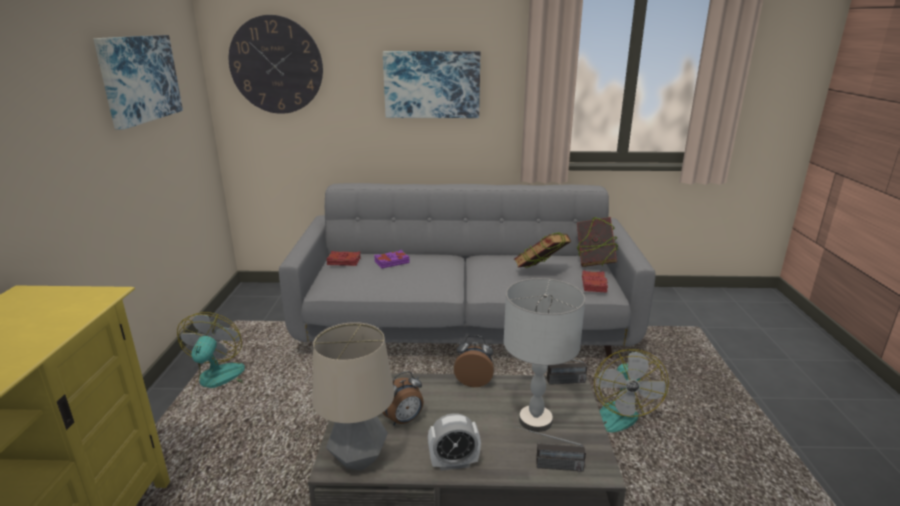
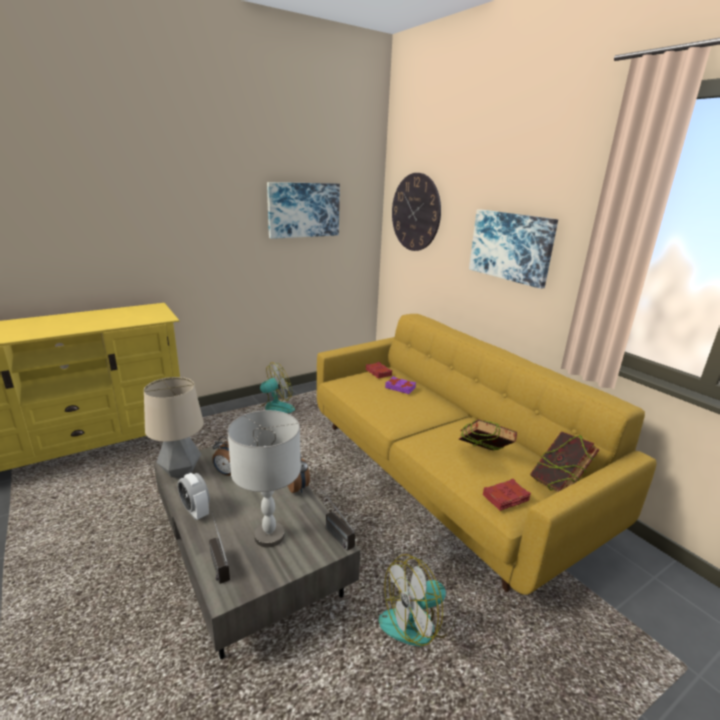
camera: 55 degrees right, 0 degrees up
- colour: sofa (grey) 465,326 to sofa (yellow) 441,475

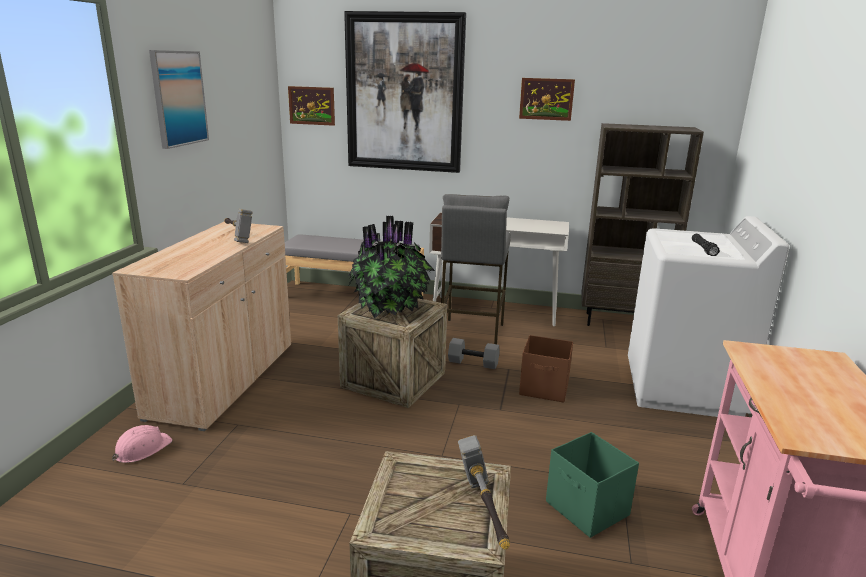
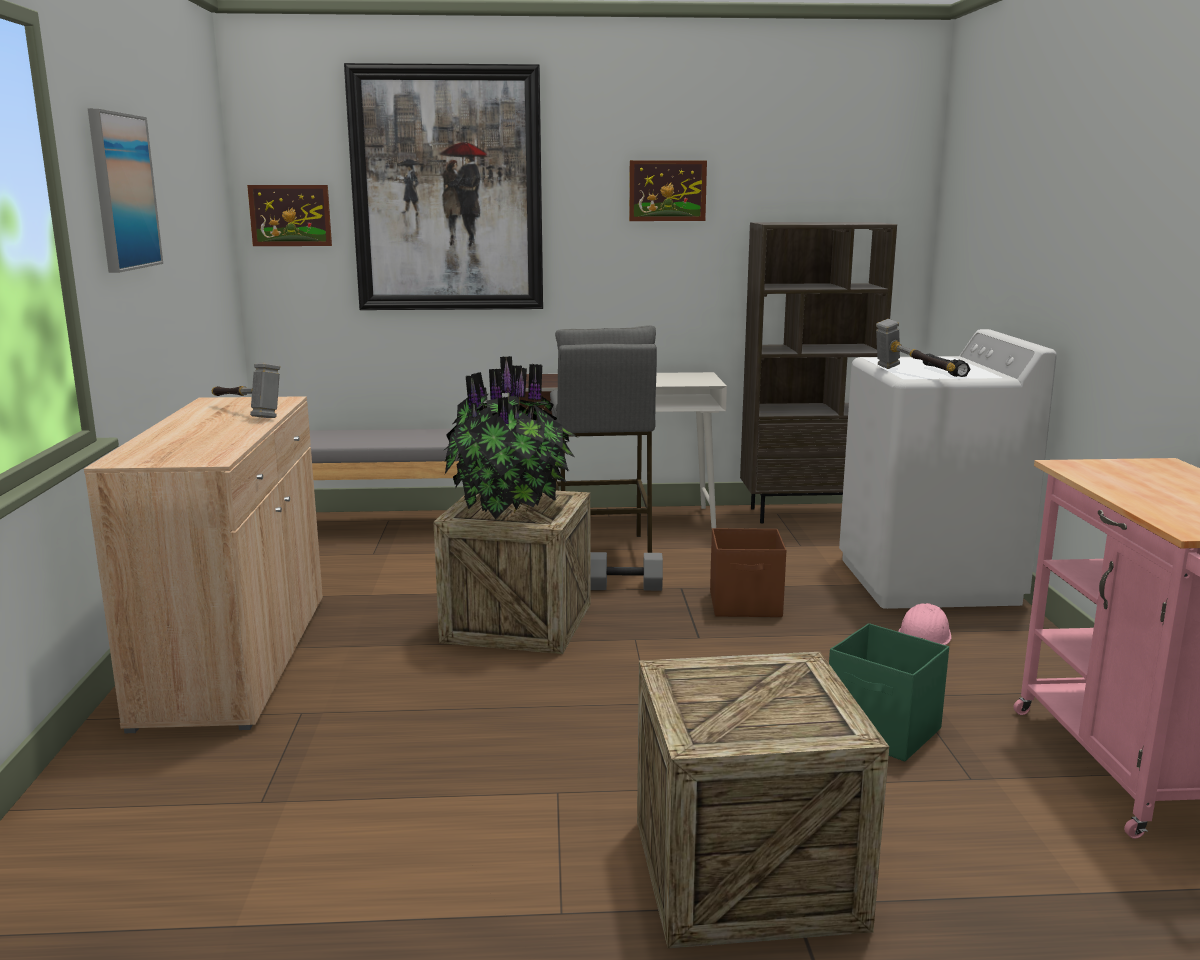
camera: 15 degrees left, 5 degrees down
- relocated: hammer 484,512 to 911,373
- relocated: hard hat (pink) 142,449 to 924,635

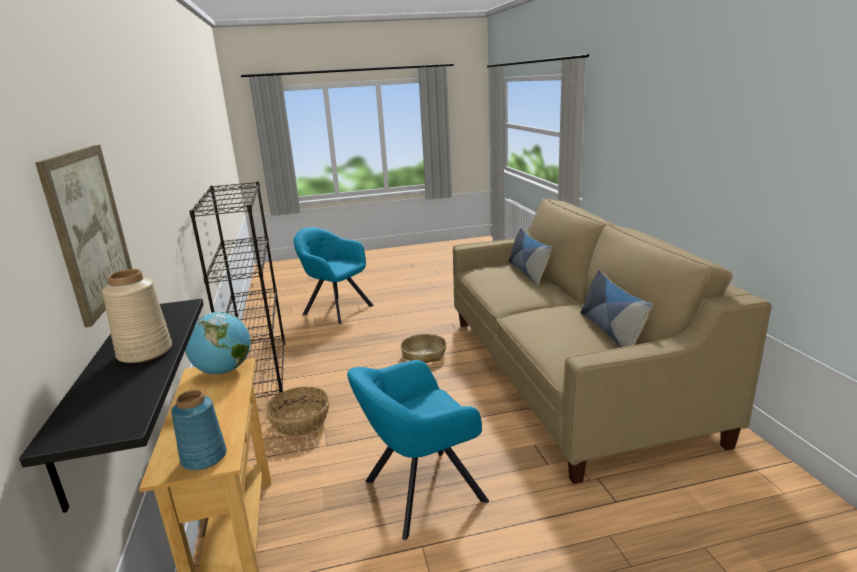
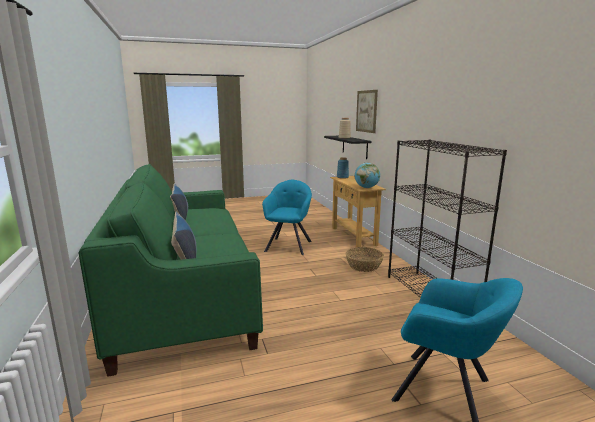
camera: 175 degrees right, 5 degrees down
- colour: sofa (beige) 566,373 to sofa (green) 184,291
- spun: armchair (turquoise) 420,492 = 289,245 45 degrees counterclockwise
- missing: basket 424,355

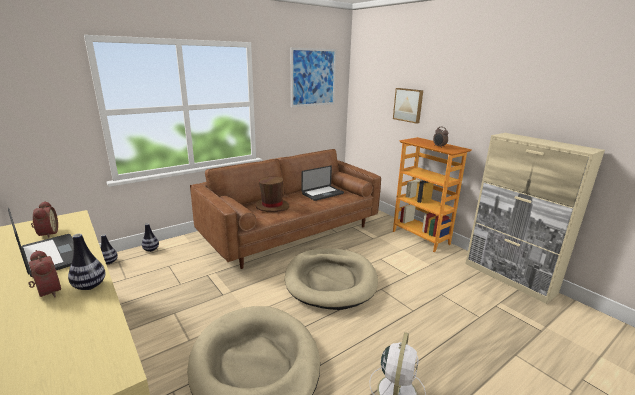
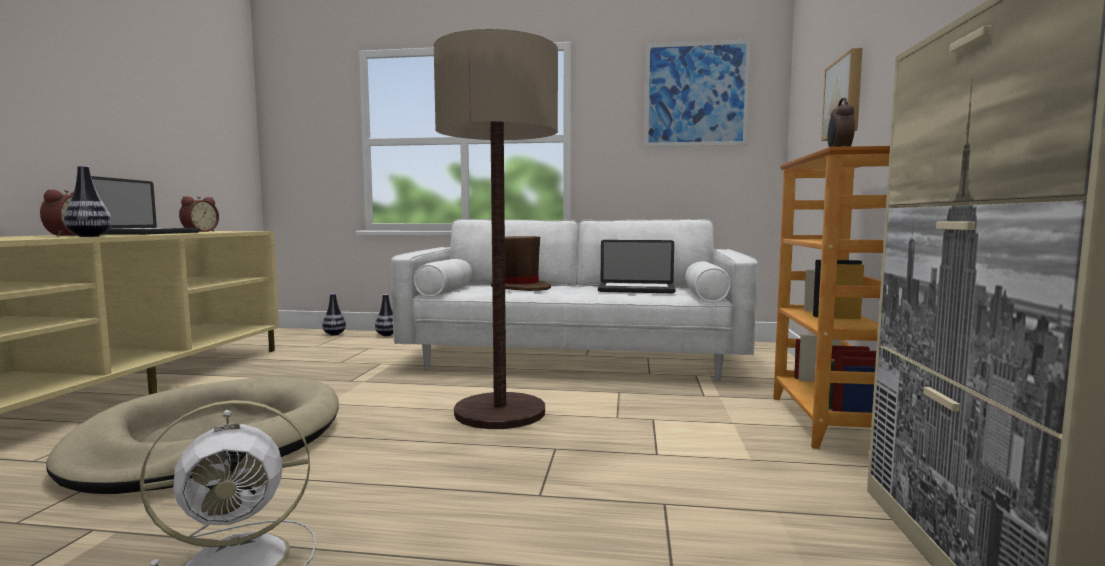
camera: 45 degrees right, 15 degrees down
- colour: sofa (brown) 290,232 to sofa (white) 574,357
- exchanged: dog bed (beige) 330,280 to floor lamp 500,412

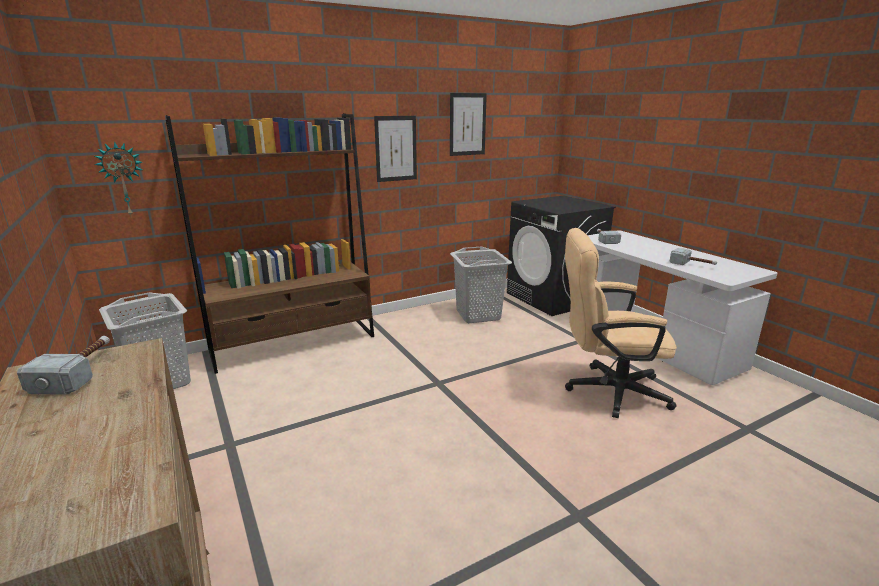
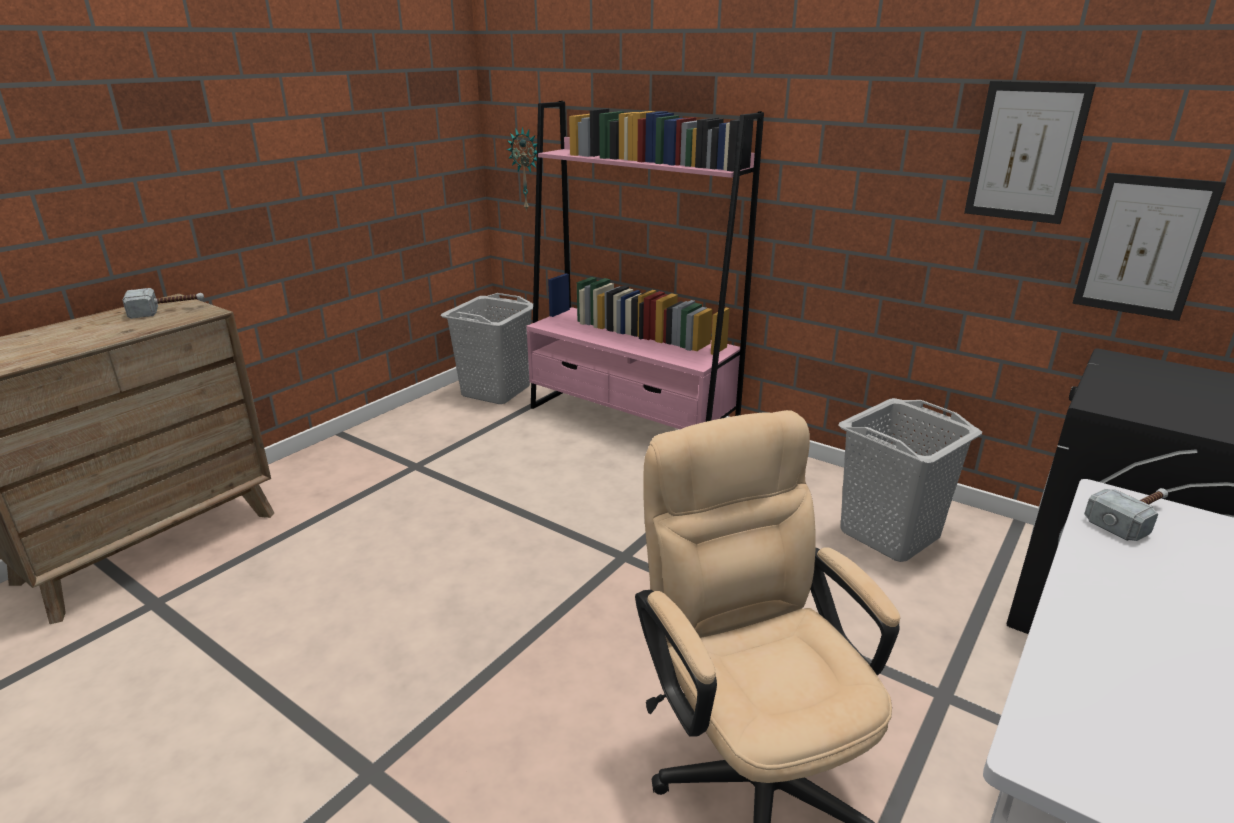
camera: 65 degrees right, 5 degrees up
- colour: bookcase (brown) 294,344 to bookcase (pink) 631,422
- relocated: picture 396,148 to 1143,246
- missing: hammer 692,265

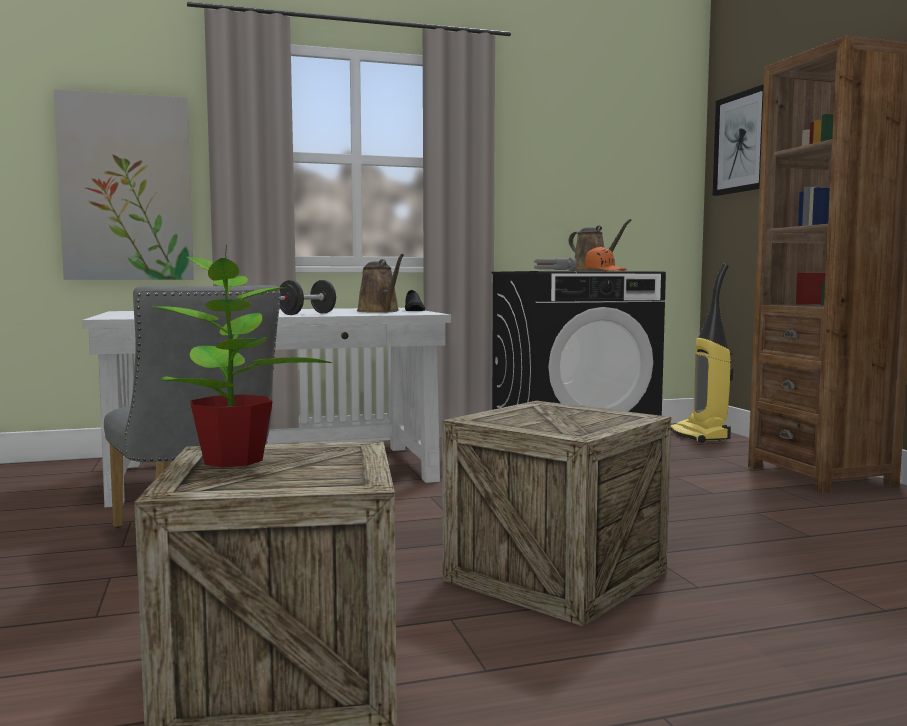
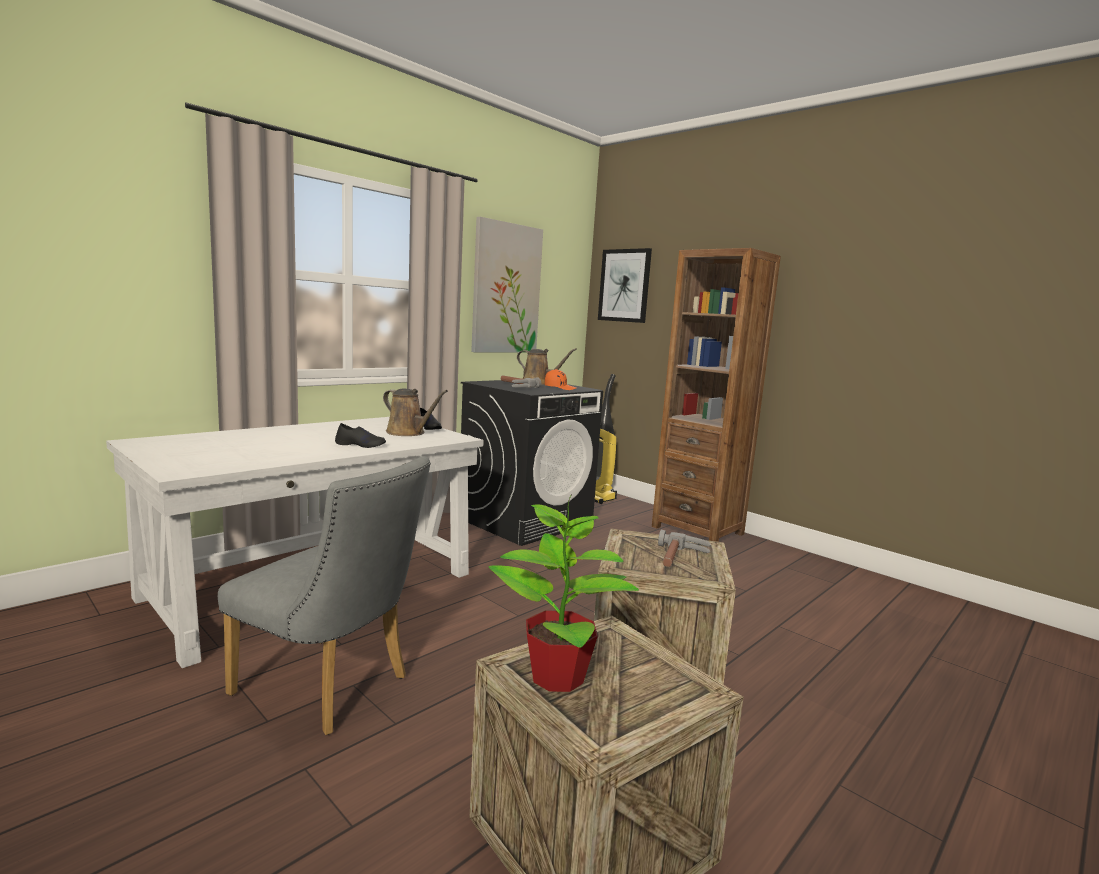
camera: 30 degrees left, 5 degrees up
- exchanged: dumbbell (black) 307,314 to shoe (black) 361,445
- relocated: picture 126,188 to 506,289
- appeared: hammer 680,559

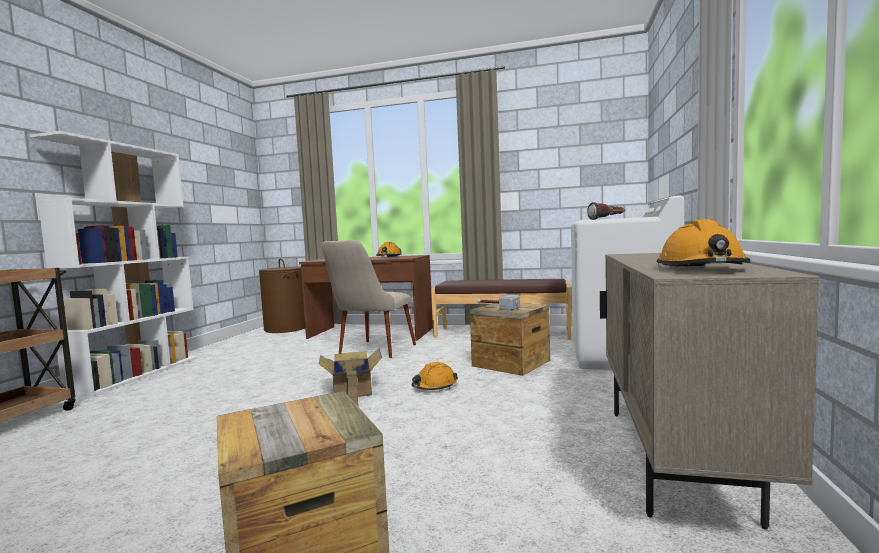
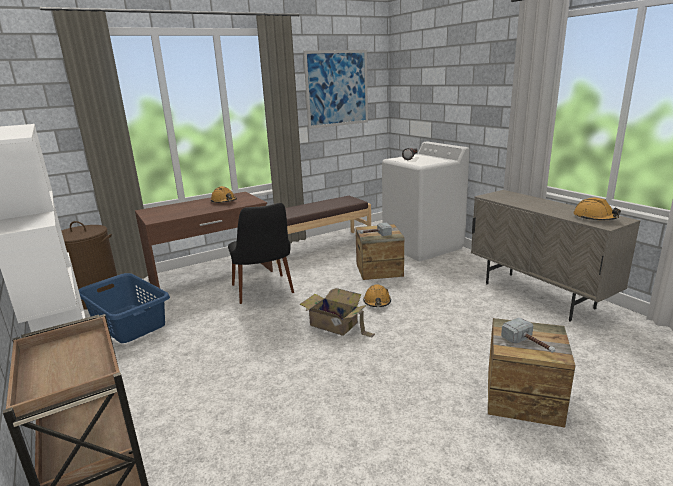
camera: 45 degrees left, 15 degrees up
- appeared: laundry basket (blue) 129,322
- colour: chair (beige) 371,352 to chair (black) 265,293
- appeared: picture 337,88
- appeared: hammer 529,344

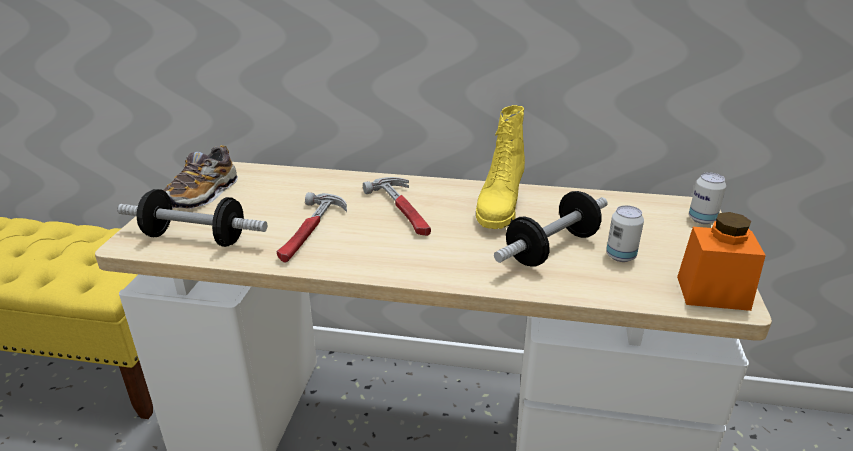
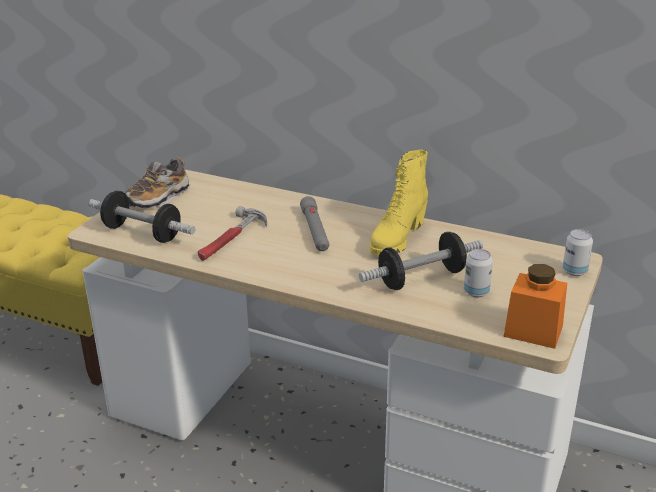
camera: 15 degrees right, 0 degrees up
- exchanged: hammer 404,210 to flashlight (grey) 315,231

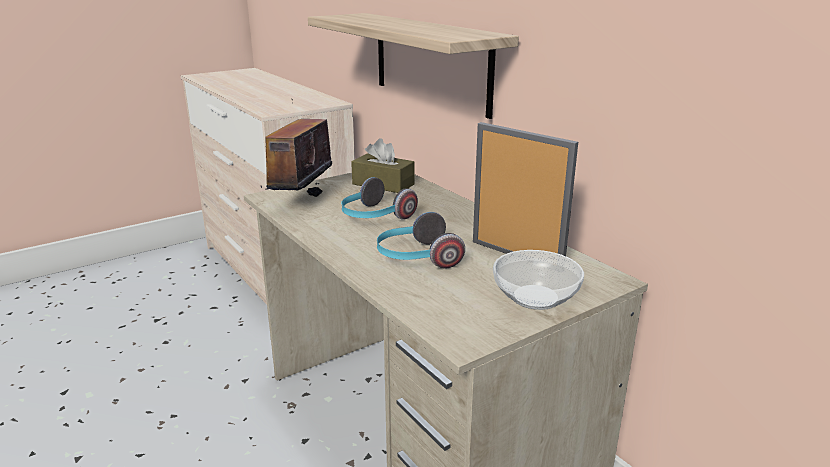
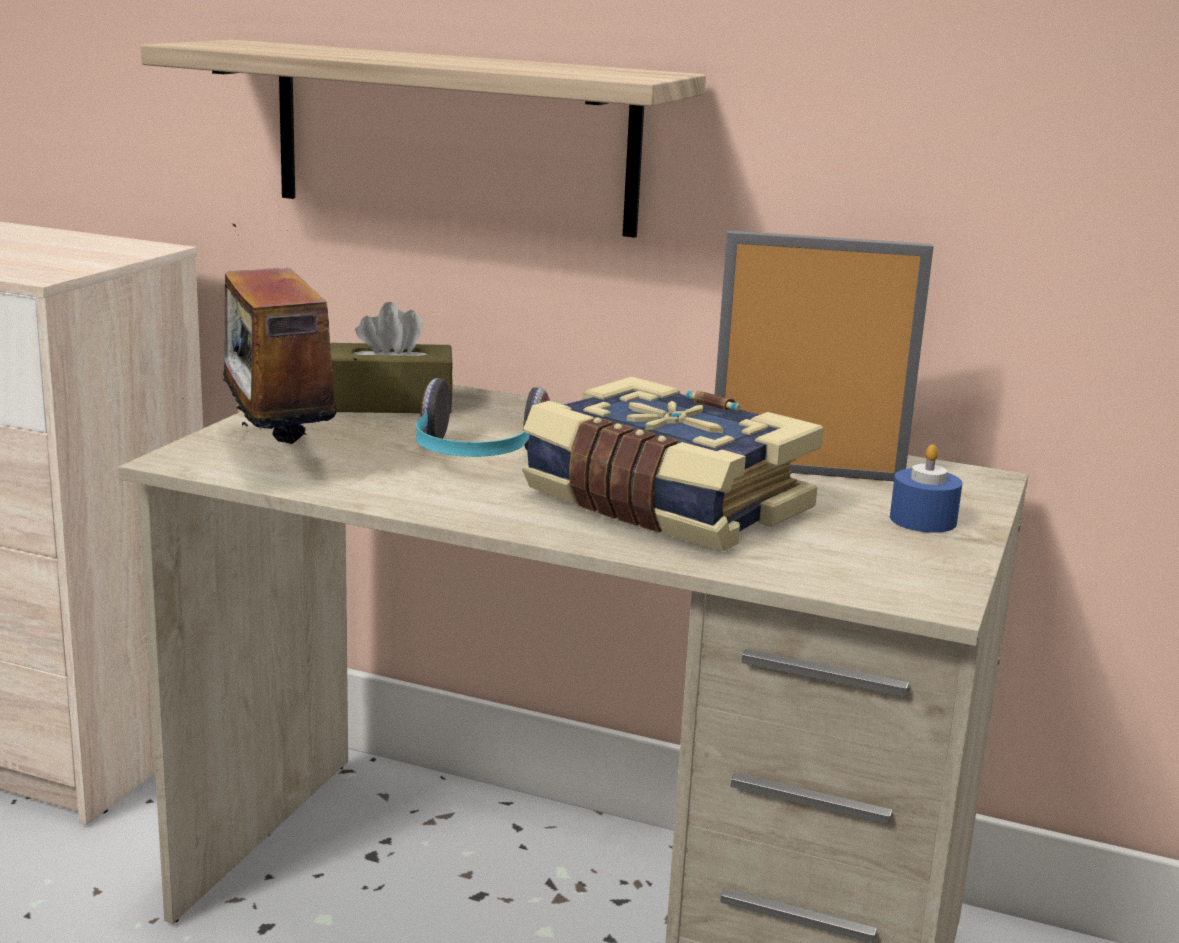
camera: 35 degrees left, 5 degrees down
- exchanged: headphones 416,258 to book 663,505
- exchanged: bowl 534,296 to candle (blue) 923,520

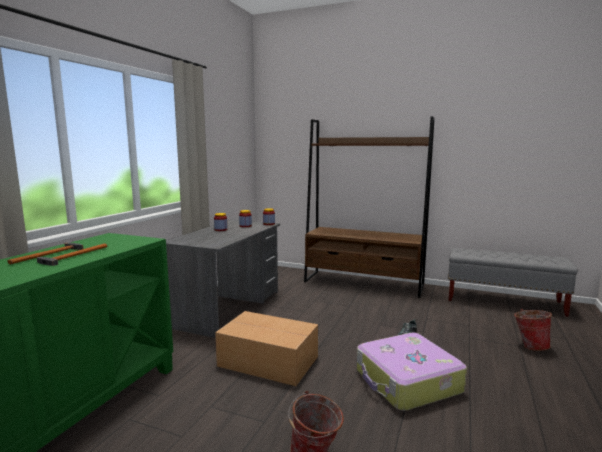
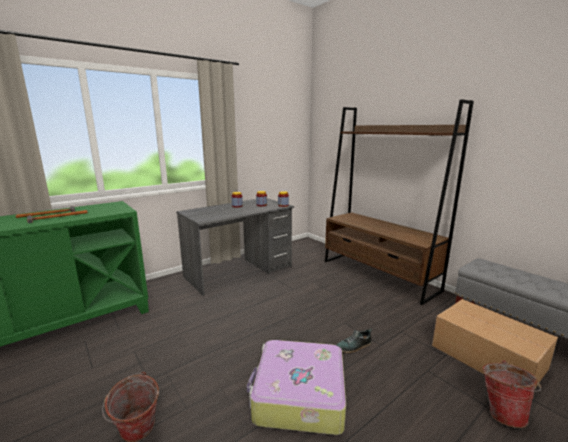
camera: 30 degrees right, 5 degrees up
- relocated: cardboard box 267,361 to 486,356

